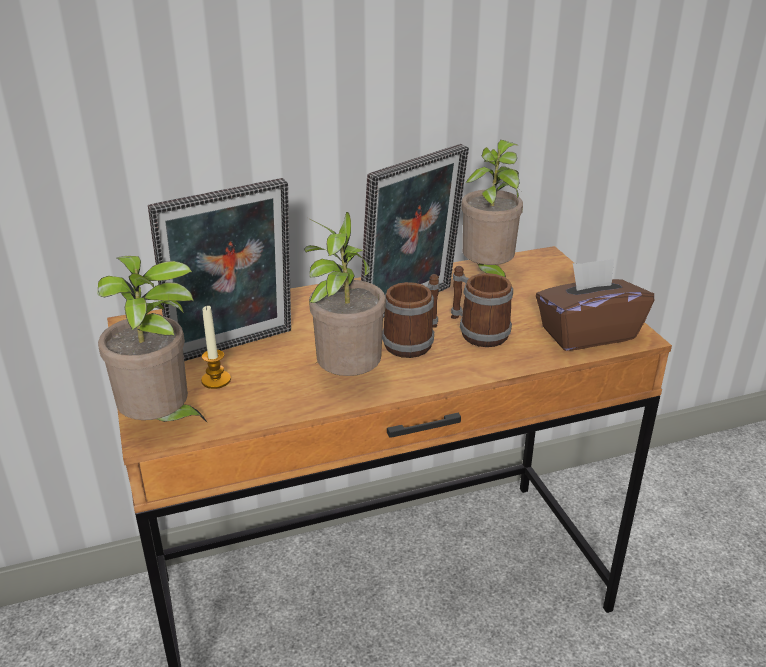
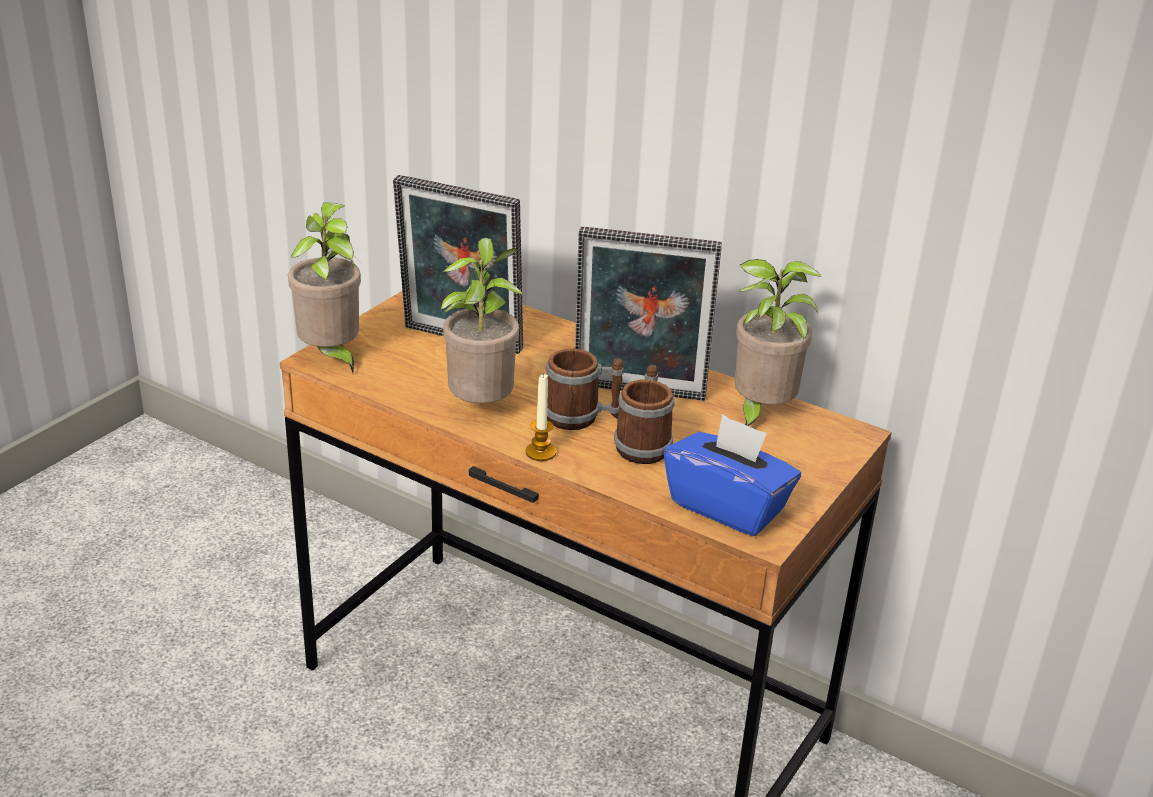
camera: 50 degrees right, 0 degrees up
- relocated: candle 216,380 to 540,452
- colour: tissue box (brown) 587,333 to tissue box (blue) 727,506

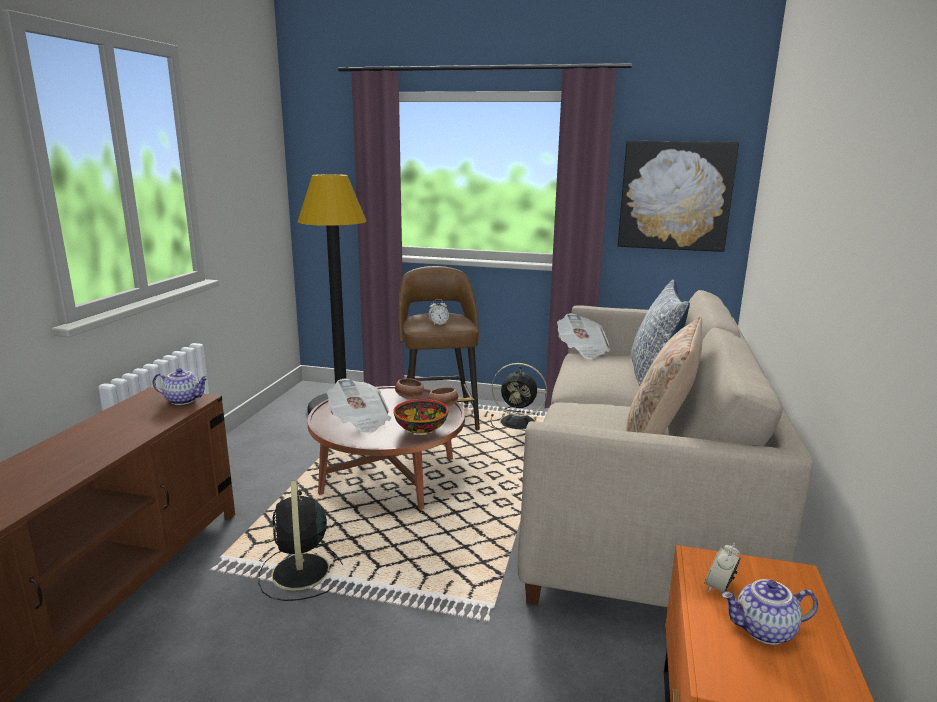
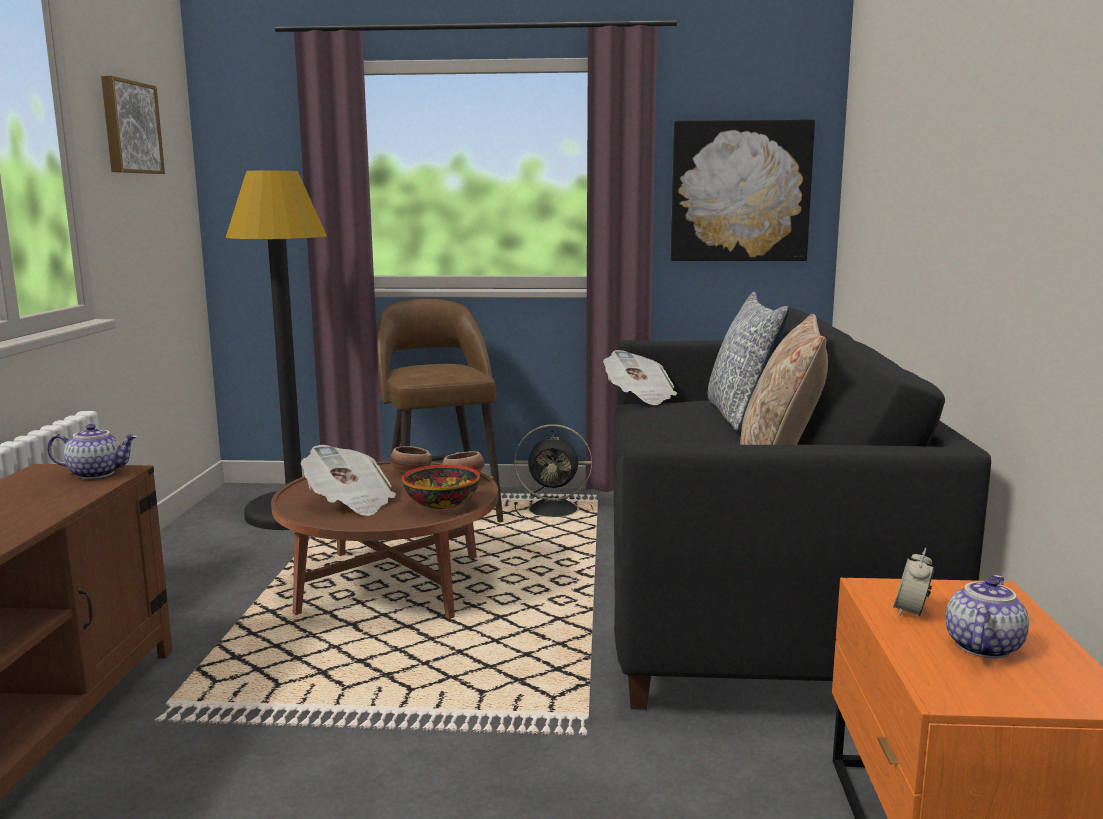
camera: 10 degrees left, 5 degrees down
- appeared: picture 129,127
- colour: sofa (beige) 639,504 to sofa (black) 743,585
- spun: teapot 764,631 = 981,646 135 degrees clockwise
- missing: fan (black) 301,573
- missing: alarm clock 438,324

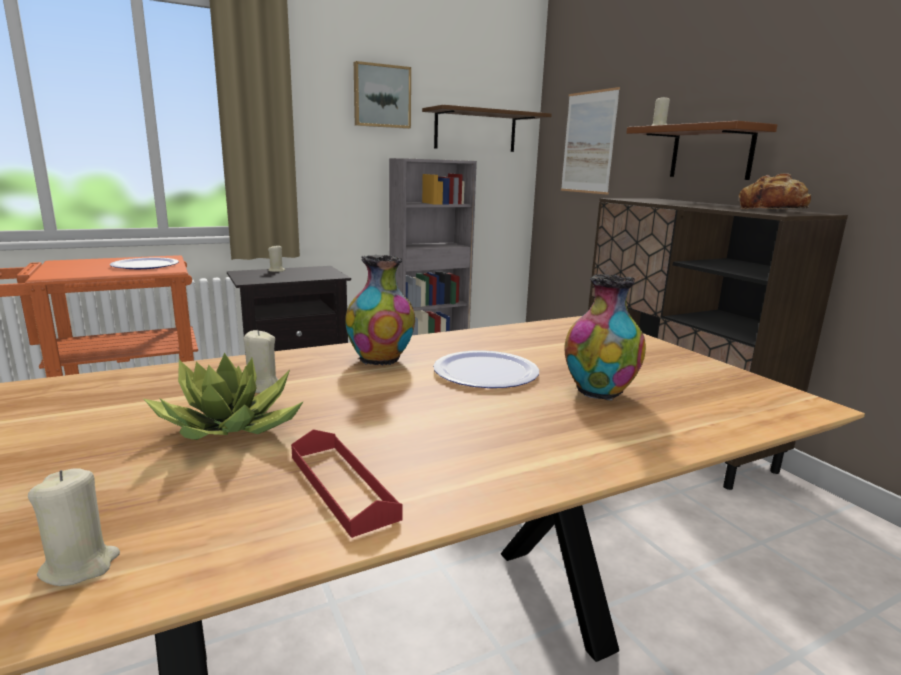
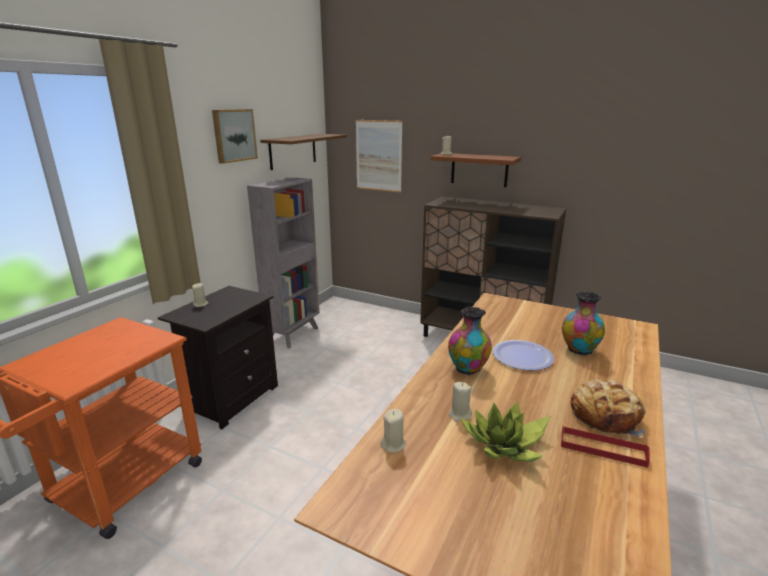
camera: 35 degrees left, 5 degrees up
- relocated: candle (beige) 80,566 to 393,444
- relocated: bread 772,210 to 606,416
- missing: plate 145,265

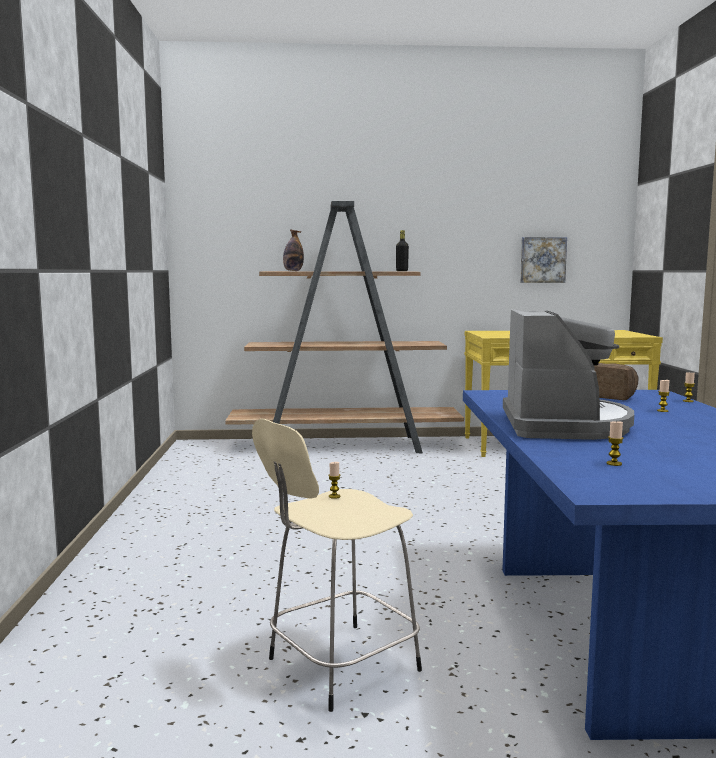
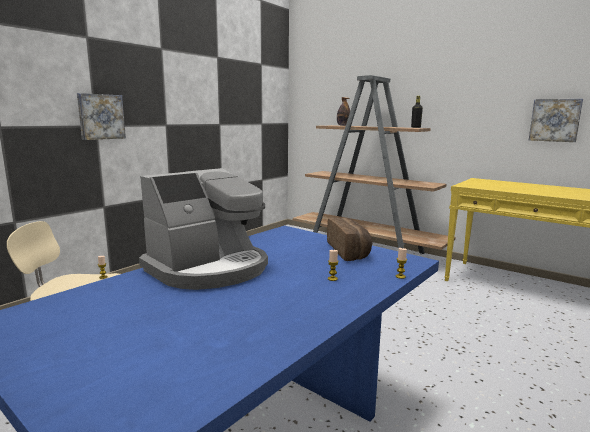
camera: 40 degrees right, 5 degrees up
- appeared: picture 101,116
- missing: candle 614,463

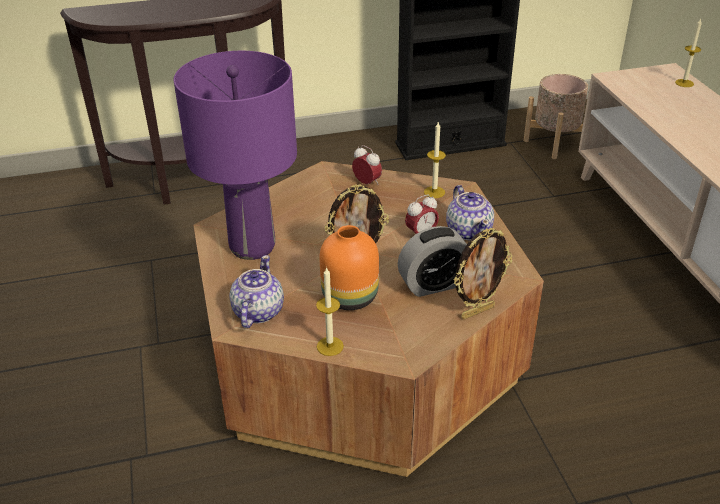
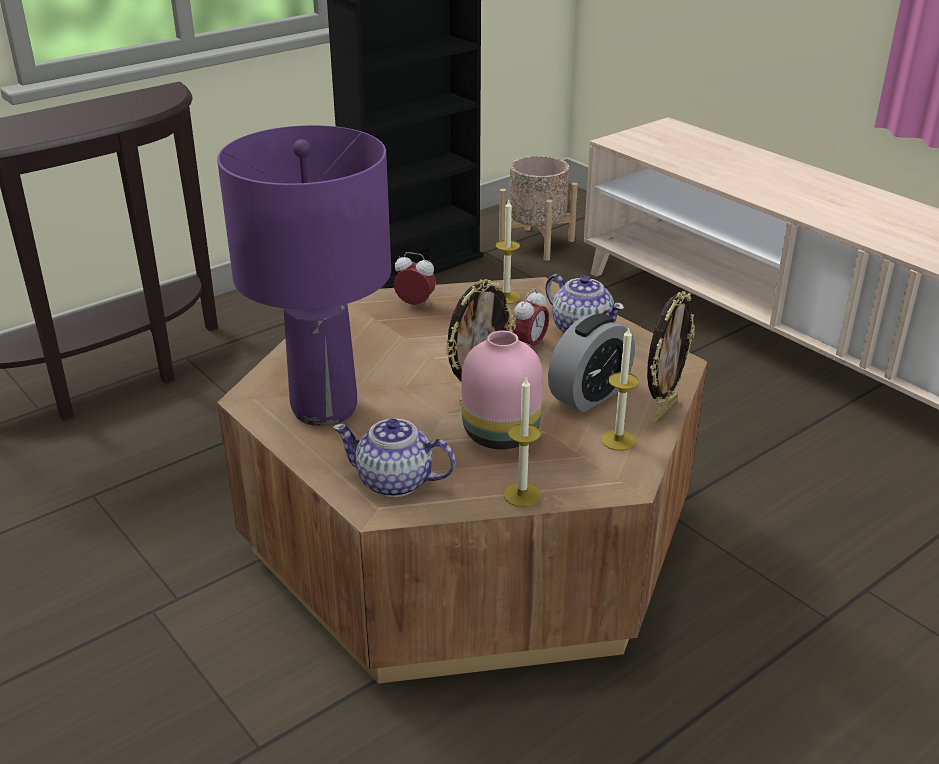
camera: 25 degrees left, 5 degrees down
- spun: teapot 257,312 = 395,482 60 degrees counterclockwise
- colour: vase (orange) 351,296 to vase (pink) 501,433
- relocated: candle 684,83 to 618,440

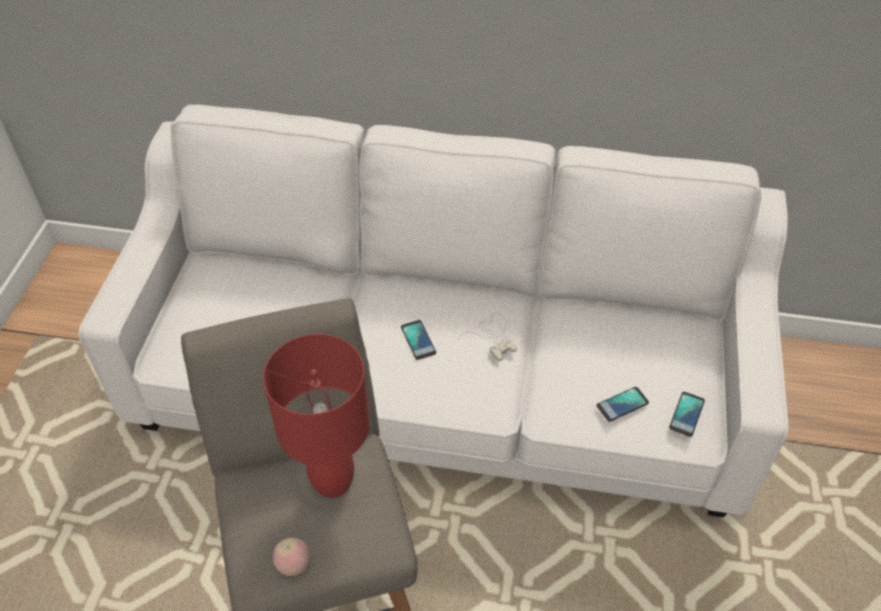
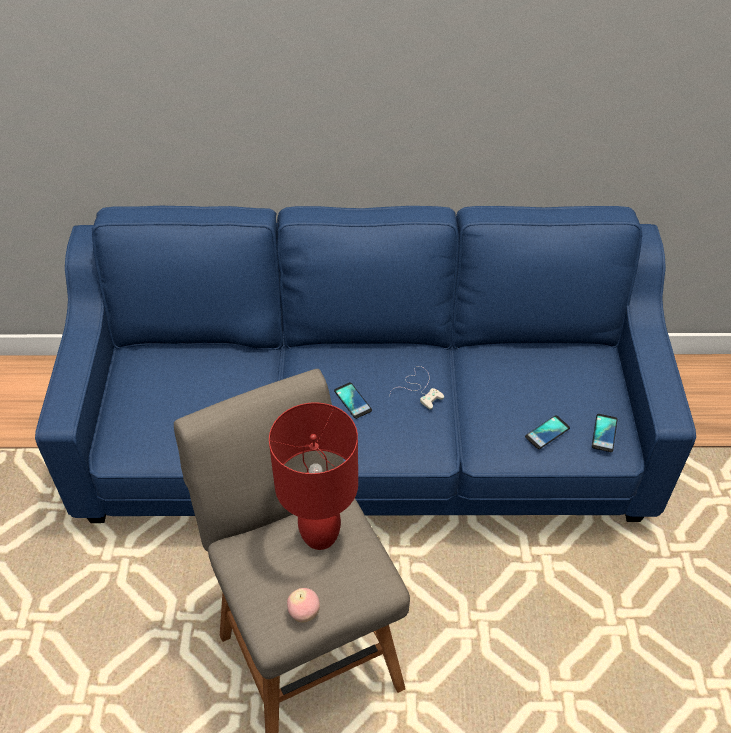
camera: 10 degrees left, 0 degrees up
- colour: sofa (white) 442,390 to sofa (blue) 366,445

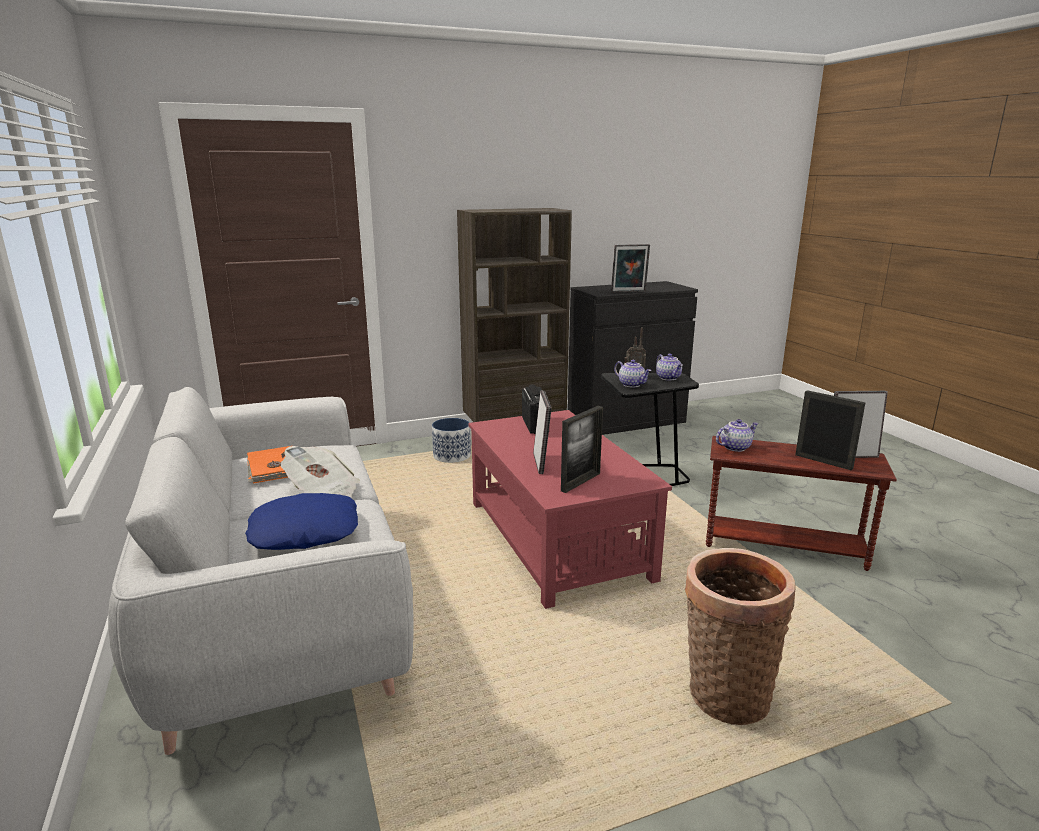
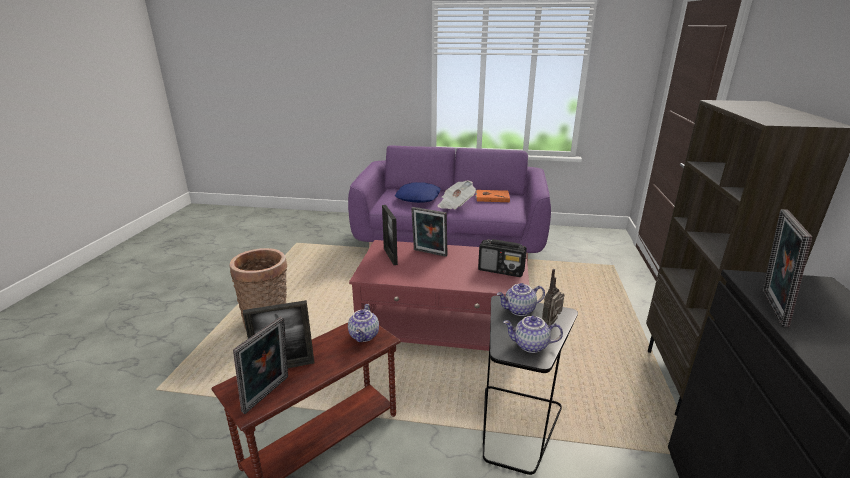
camera: 120 degrees right, 5 degrees up
- colour: sofa (grey) 281,607 to sofa (purple) 450,243
- missing: planter 451,456

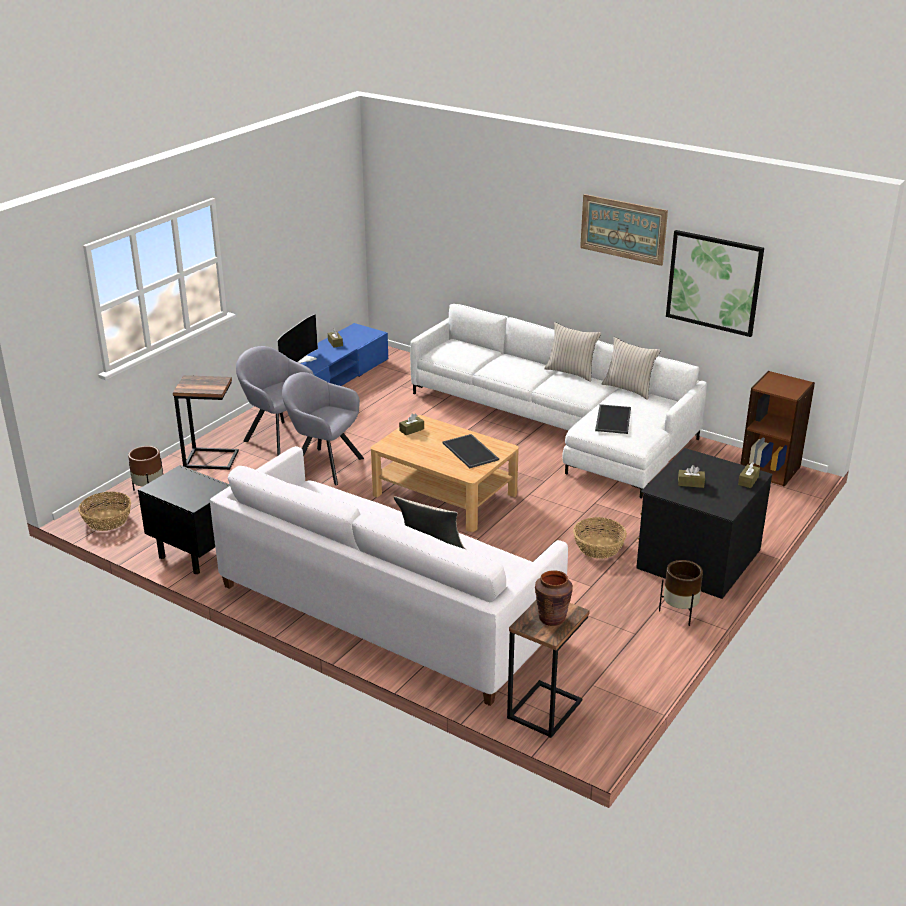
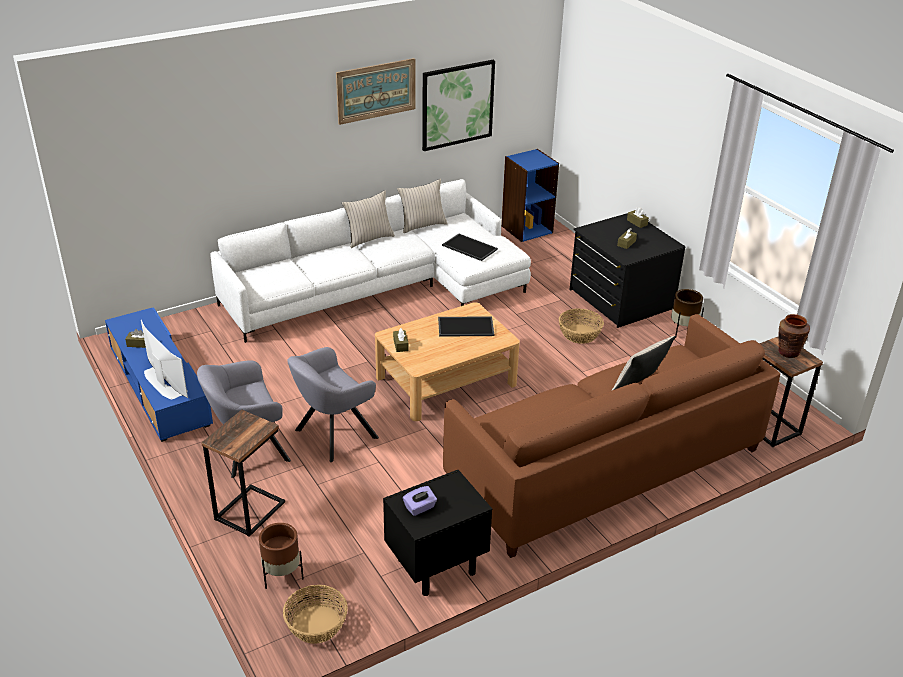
camera: 65 degrees left, 5 degrees up
- appeared: tissue box (purple) 420,508
- colour: sofa (white) 386,610 to sofa (brown) 604,466
- colour: bookcase (brown) 770,469 to bookcase (blue) 526,229

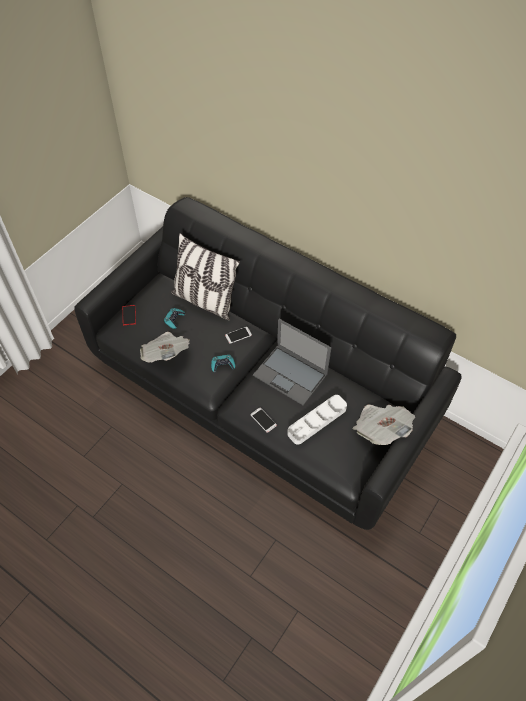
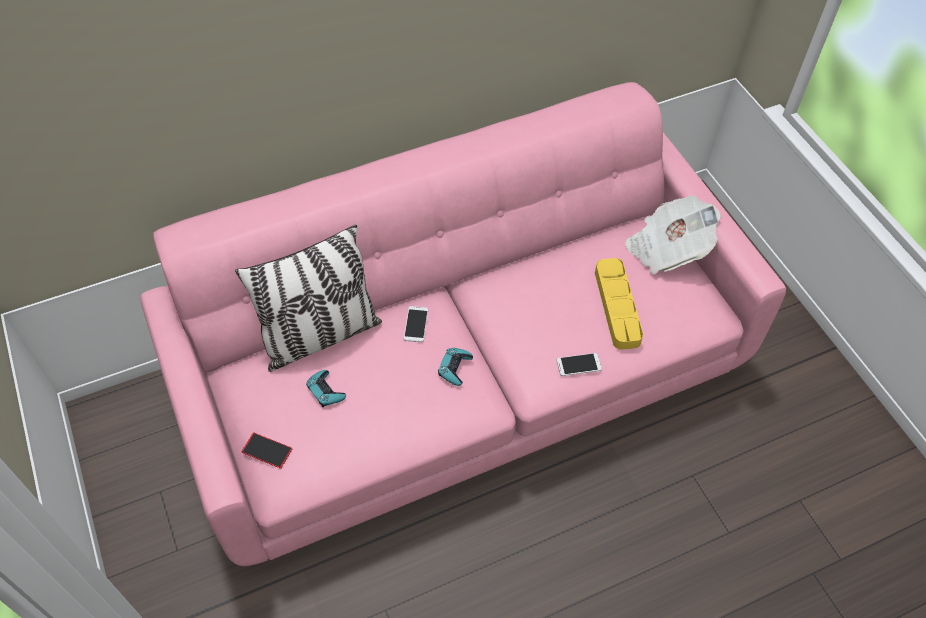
camera: 60 degrees left, 0 degrees up
- colour: sofa (black) 262,392 to sofa (pink) 462,375
- colour: tray (white) 317,421 to tray (yellow) 617,306
- missing: newspaper 166,354
- missing: laptop 291,375

